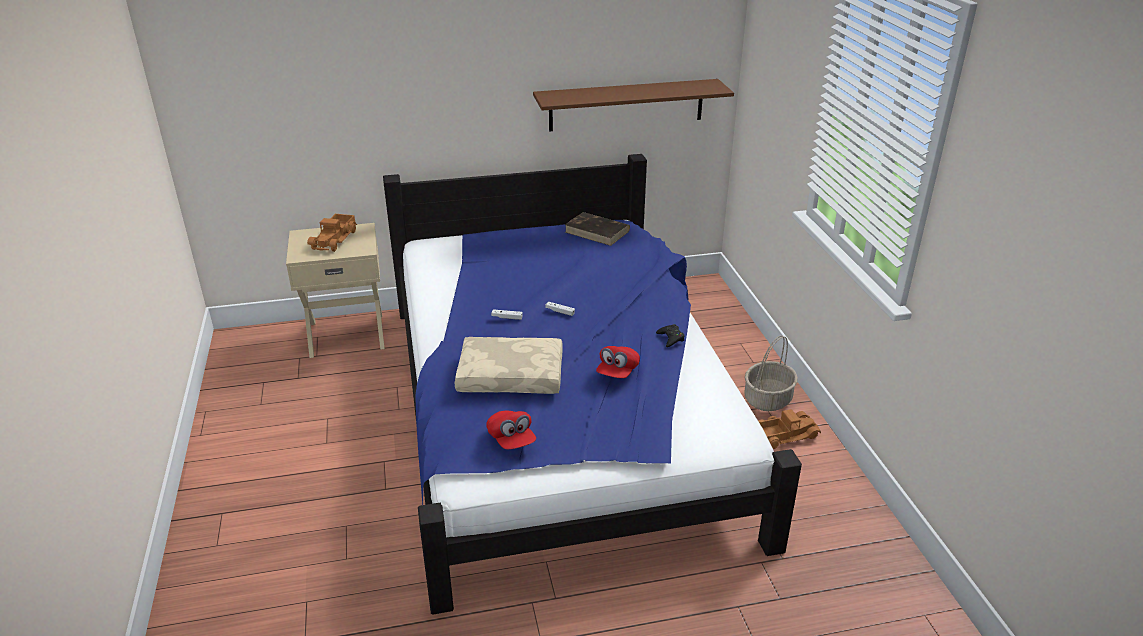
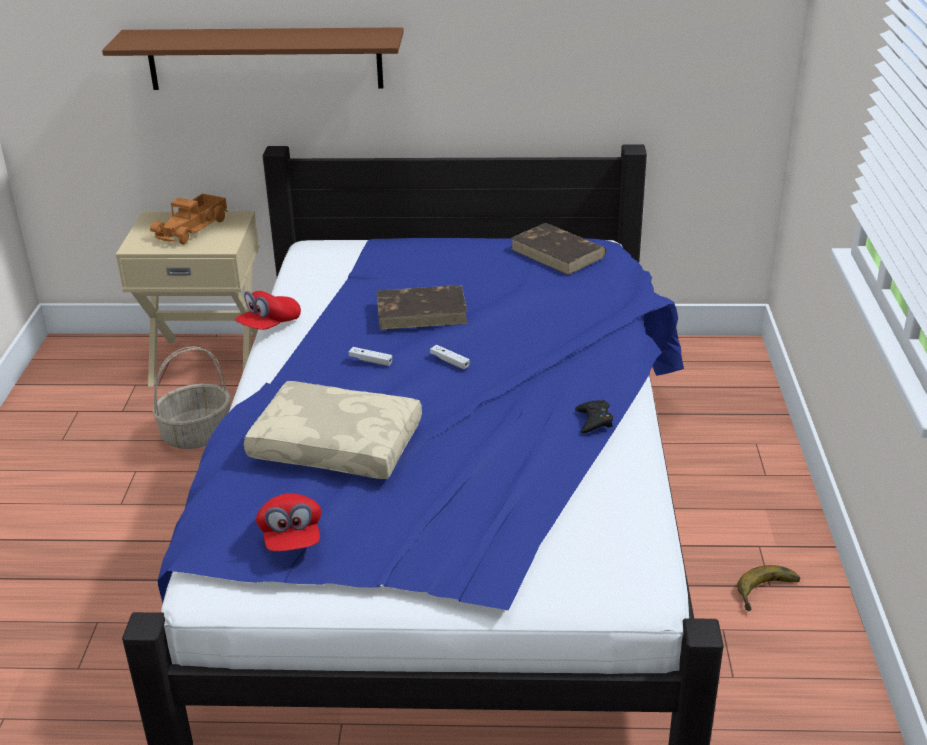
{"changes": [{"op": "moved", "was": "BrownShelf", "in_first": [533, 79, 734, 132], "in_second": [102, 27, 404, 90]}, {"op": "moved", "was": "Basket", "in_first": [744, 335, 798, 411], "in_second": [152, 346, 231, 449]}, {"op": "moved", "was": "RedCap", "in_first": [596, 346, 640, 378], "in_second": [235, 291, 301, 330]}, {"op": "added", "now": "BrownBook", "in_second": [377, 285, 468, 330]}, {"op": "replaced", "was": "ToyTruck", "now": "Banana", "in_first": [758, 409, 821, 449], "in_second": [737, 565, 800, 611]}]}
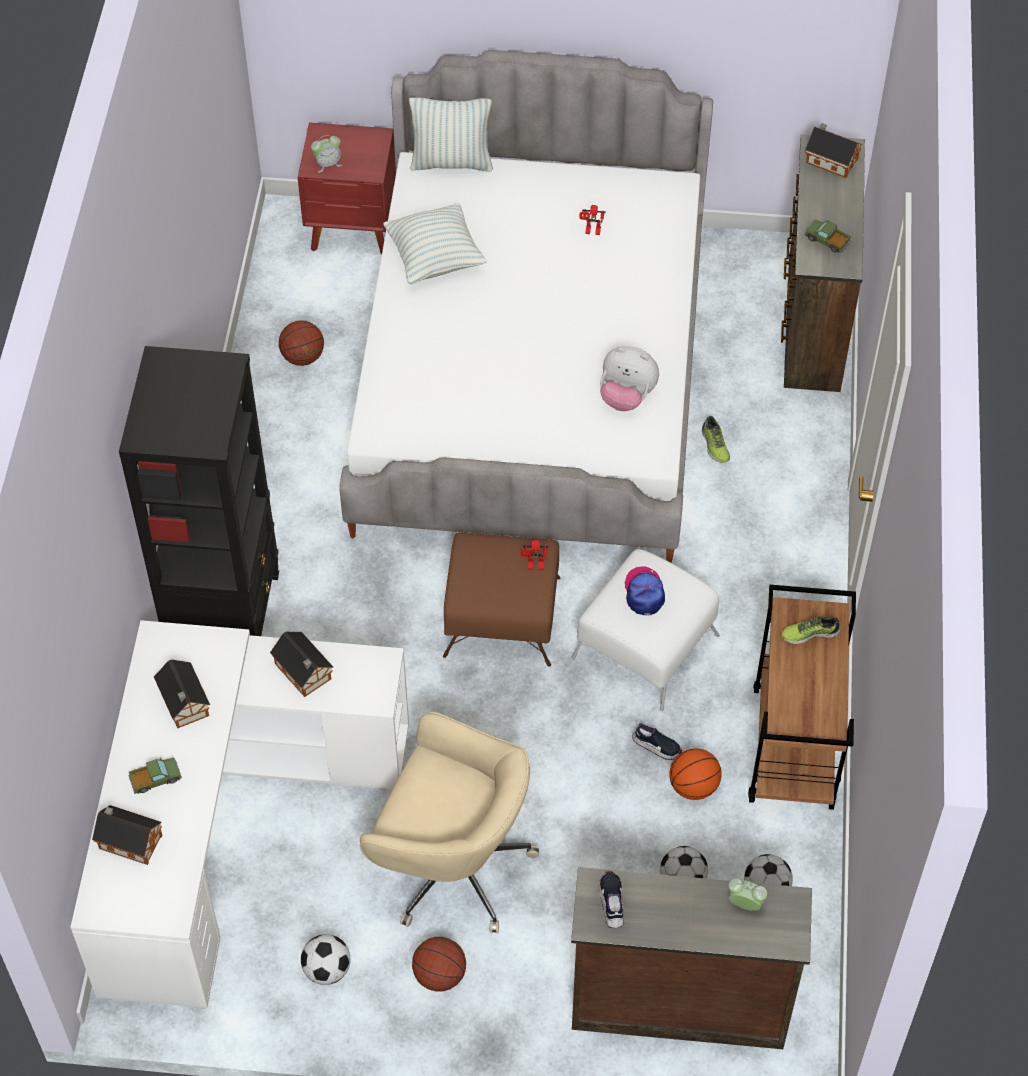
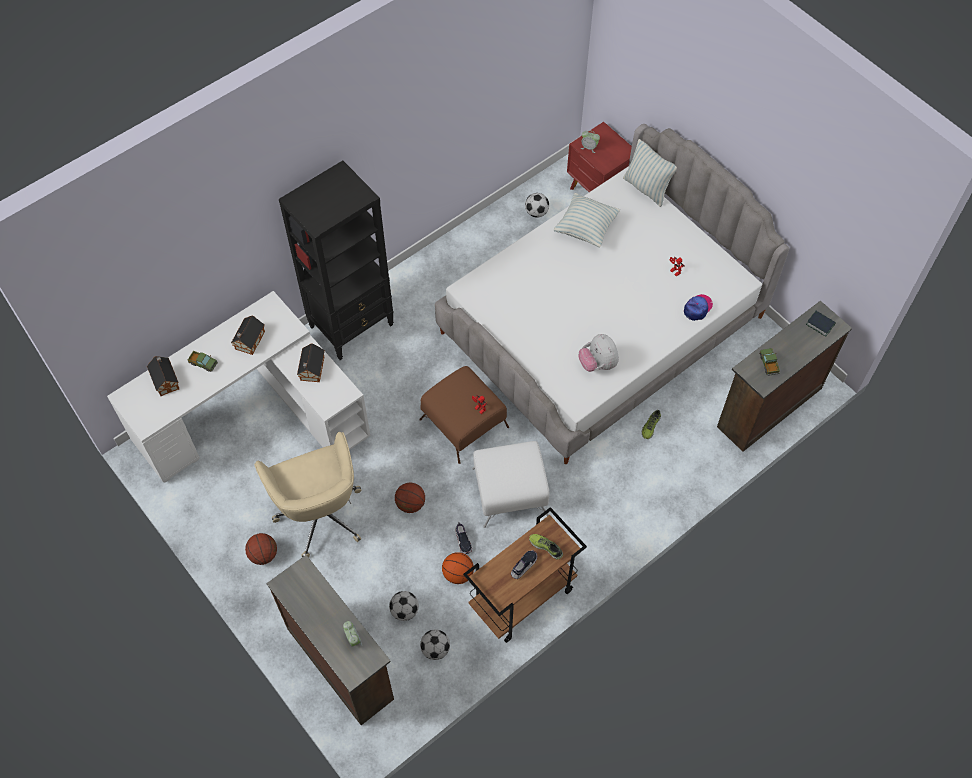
{"changes": [{"op": "moved", "was": "Basketball", "in_first": [279, 320, 324, 366], "in_second": [395, 483, 425, 513]}, {"op": "moved", "was": "Shoe", "in_first": [599, 871, 624, 928], "in_second": [511, 550, 537, 579]}, {"op": "moved", "was": "Football", "in_first": [301, 934, 351, 985], "in_second": [525, 193, 549, 218]}, {"op": "moved", "was": "Cap", "in_first": [625, 566, 665, 615], "in_second": [684, 294, 713, 321]}, {"op": "replaced", "was": "ToyHouse", "now": "Book", "in_first": [805, 123, 862, 178], "in_second": [806, 311, 836, 337]}]}
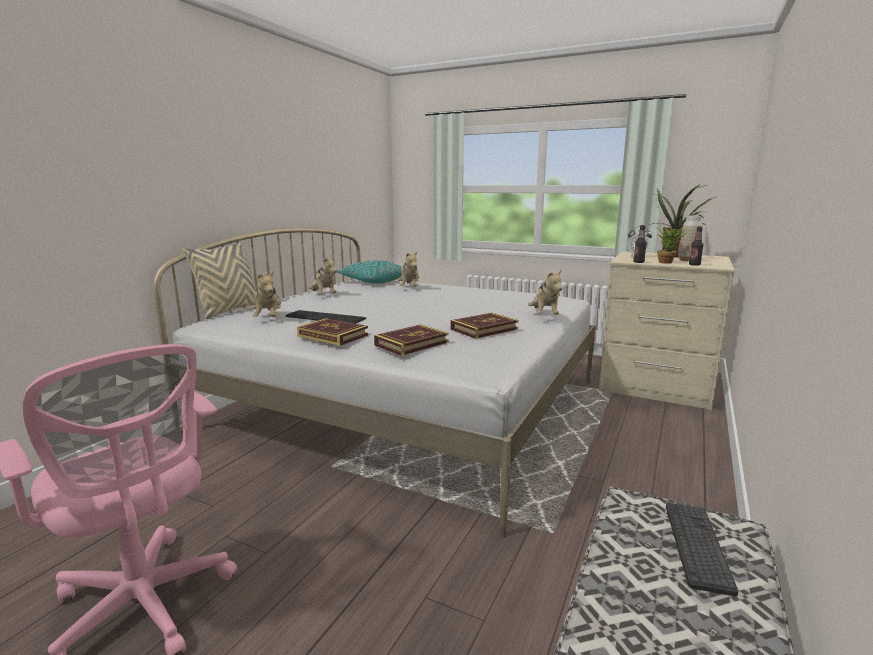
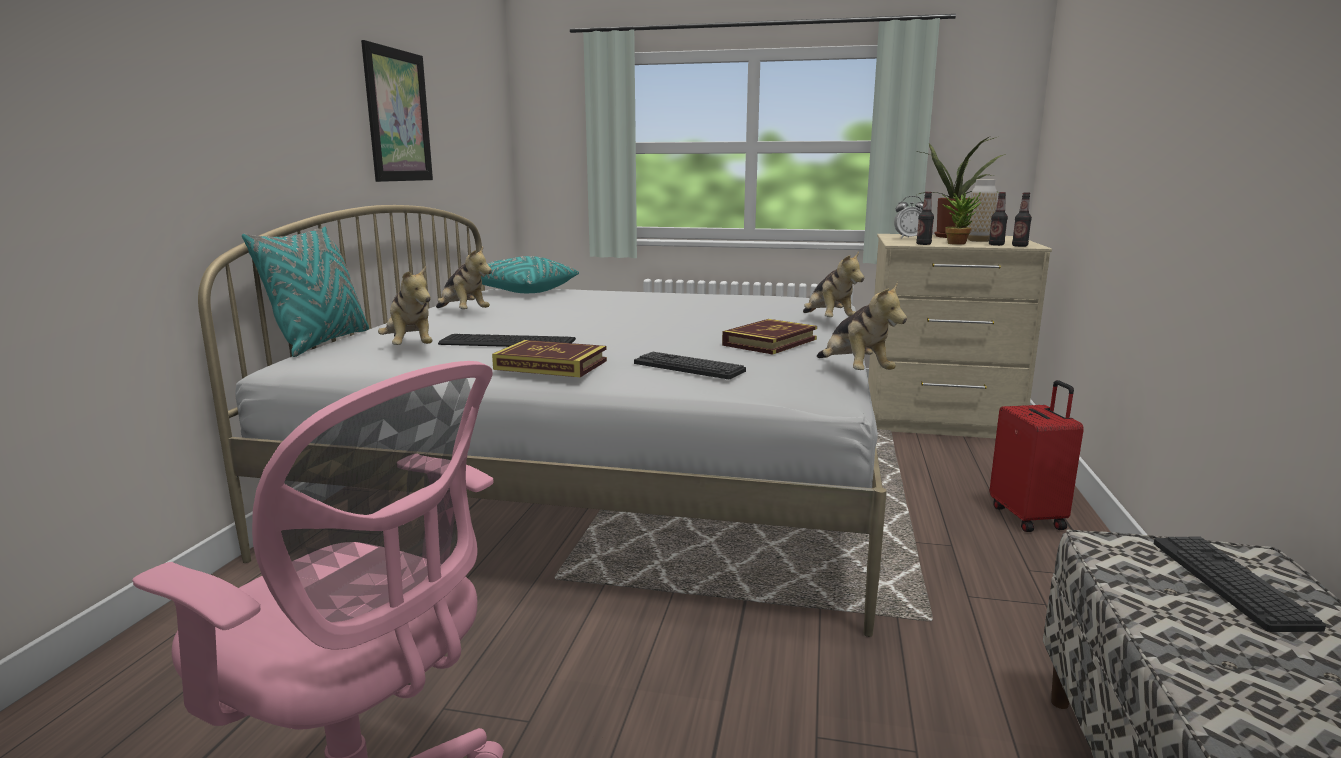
{"changes": [{"op": "recoloured", "was": "BeigePillow", "now": "TurquoisePillow", "in_first": [183, 243, 256, 319], "in_second": [242, 227, 369, 357]}, {"op": "added", "now": "Picture", "in_second": [361, 40, 433, 182]}, {"op": "replaced", "was": "Book", "now": "Keyboard", "in_first": [374, 325, 449, 356], "in_second": [634, 352, 746, 379]}, {"op": "moved", "was": "PlushToy", "in_first": [397, 252, 419, 286], "in_second": [817, 282, 907, 370]}, {"op": "added", "now": "RedSuitcase", "in_second": [990, 380, 1084, 532]}, {"op": "added", "now": "Bottle", "in_second": [1012, 192, 1032, 247]}]}
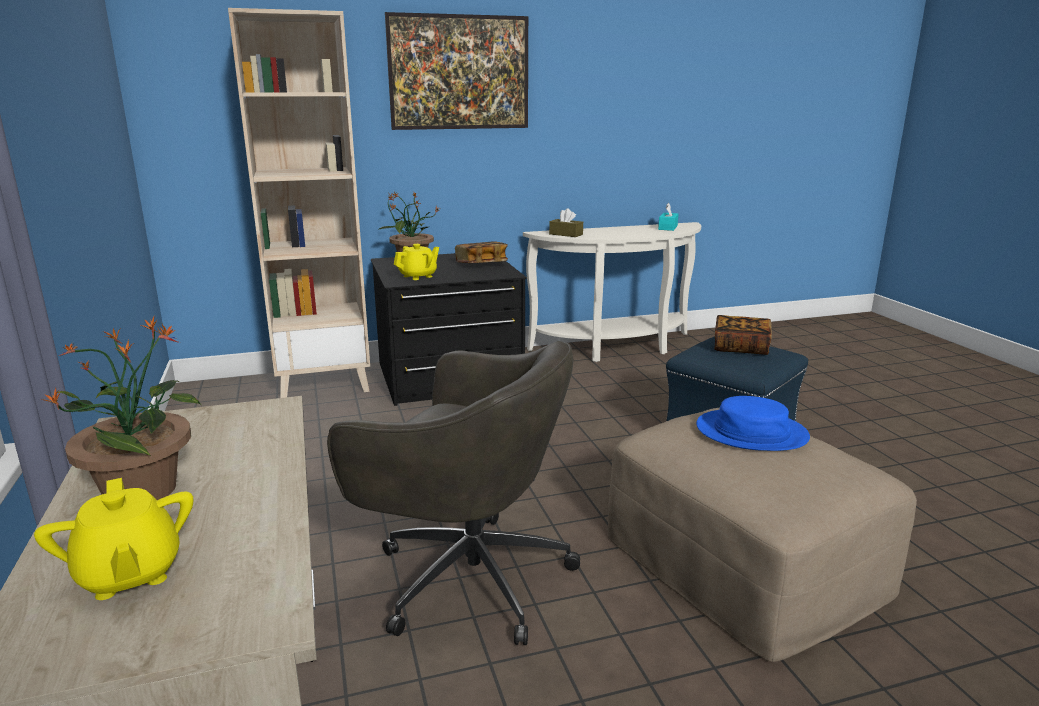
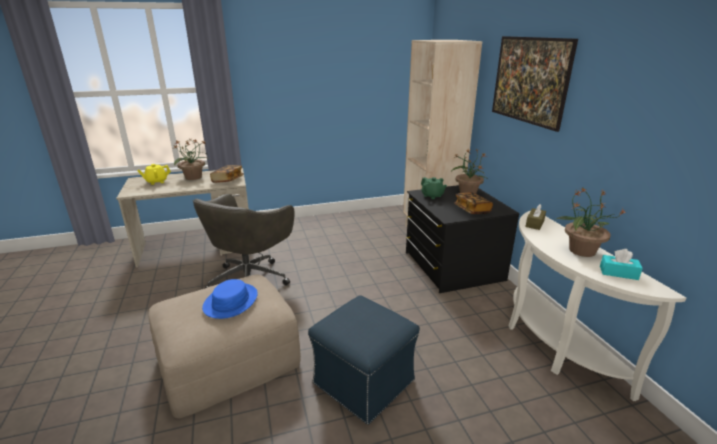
{"changes": [{"op": "moved", "was": "Book", "in_first": [714, 315, 772, 355], "in_second": [210, 165, 244, 183]}, {"op": "recoloured", "was": "YellowTeapot", "now": "GreenTeapot", "in_first": [394, 244, 439, 280], "in_second": [421, 177, 447, 199]}, {"op": "added", "now": "PottedPlant", "in_second": [556, 187, 626, 257]}]}
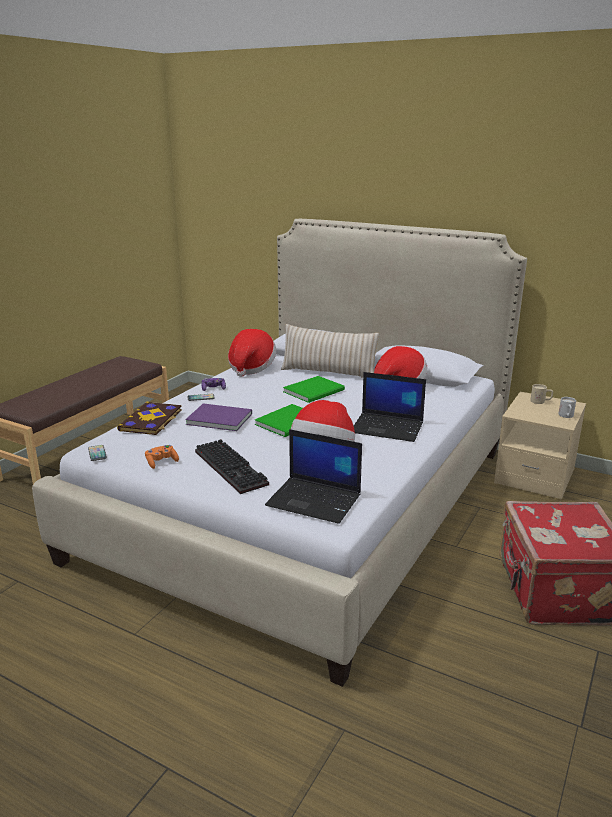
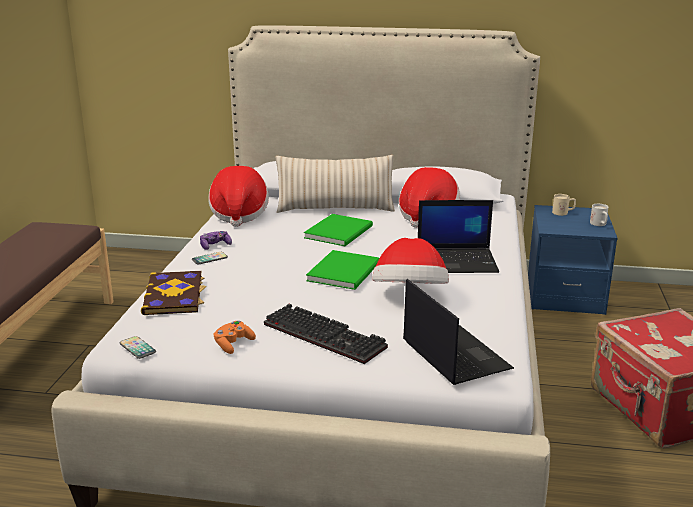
{"changes": [{"op": "turned", "was": "Laptop", "in_first": [265, 429, 362, 524], "in_second": [403, 279, 514, 385], "clockwise": -120}, {"op": "recoloured", "was": "BeigeNightstand", "now": "BlueNightstand", "in_first": [494, 392, 586, 500], "in_second": [528, 205, 617, 315]}, {"op": "removed", "was": "PurpleBook", "in_first": [185, 403, 252, 431]}]}
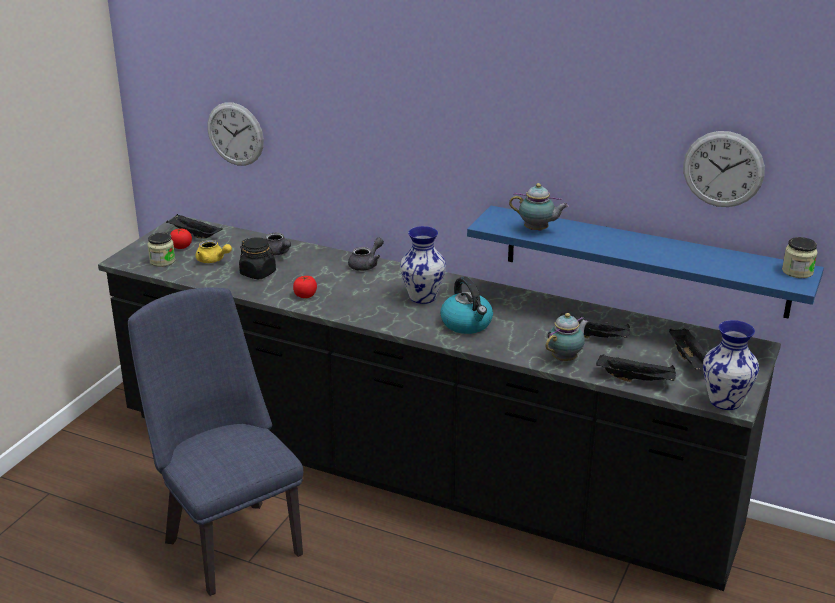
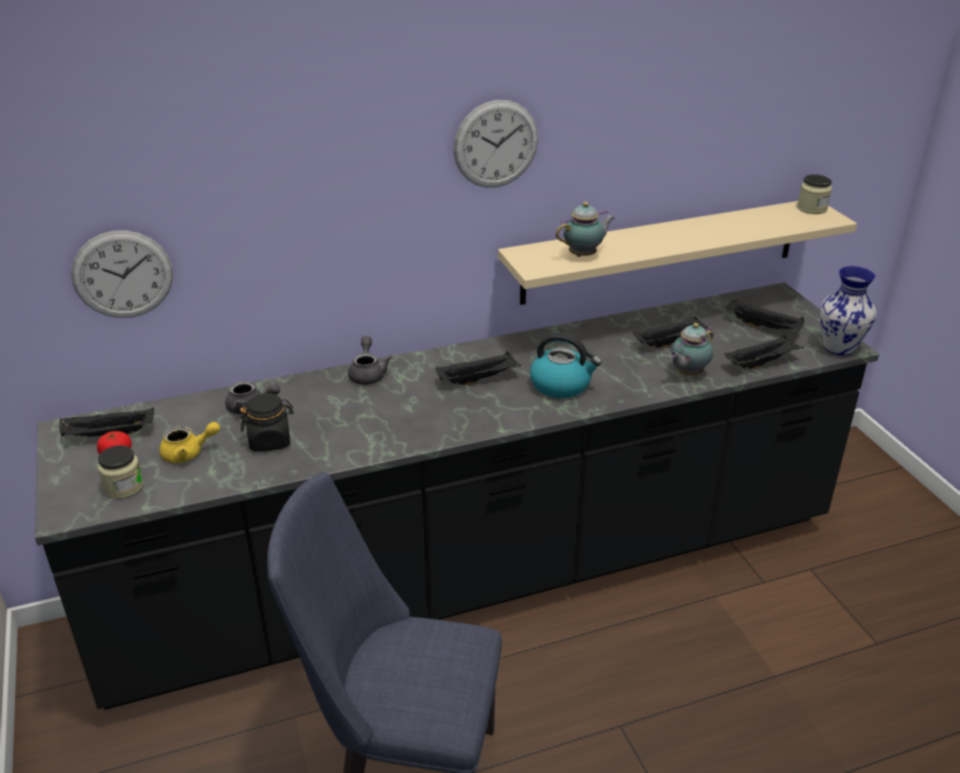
{"changes": [{"op": "replaced", "was": "Vase", "now": "BlackTray", "in_first": [400, 226, 446, 304], "in_second": [436, 351, 521, 385]}, {"op": "moved", "was": "WallClock", "in_first": [683, 131, 765, 207], "in_second": [453, 100, 538, 188]}, {"op": "recoloured", "was": "BlueShelf", "now": "BeigeShelf", "in_first": [467, 206, 824, 319], "in_second": [498, 201, 857, 305]}, {"op": "turned", "was": "Teapot", "in_first": [545, 313, 588, 361], "in_second": [670, 323, 713, 375], "clockwise": -135}, {"op": "removed", "was": "Tomato", "in_first": [293, 276, 317, 298]}]}
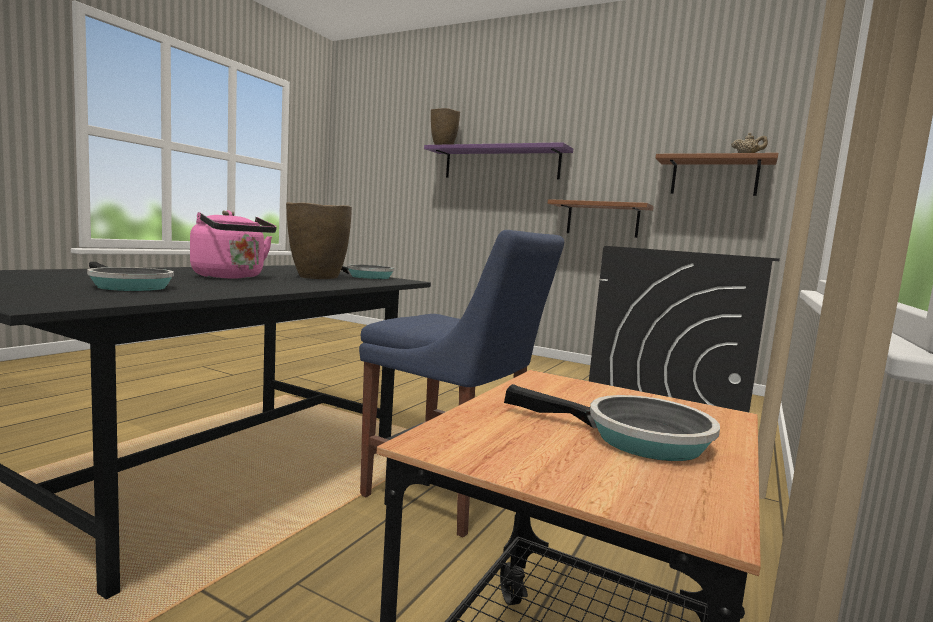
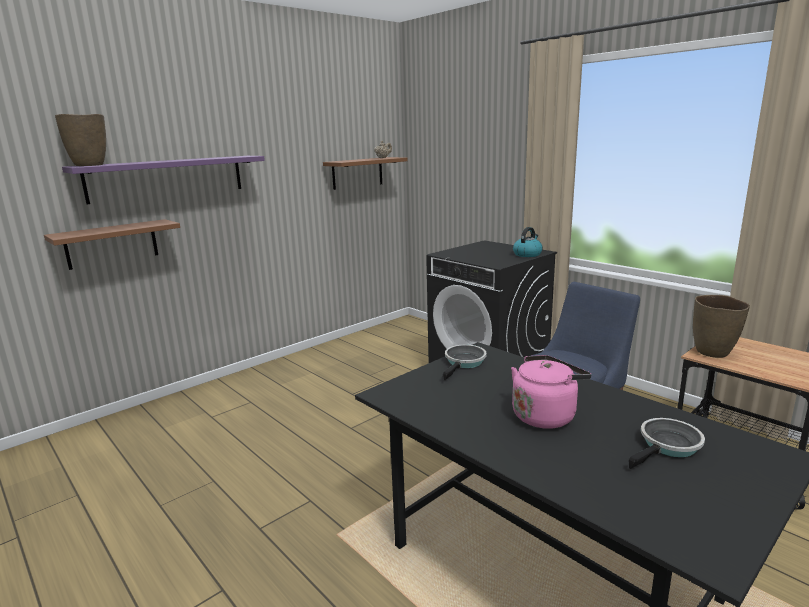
{"changes": [{"op": "moved", "was": "BrownShelf", "in_first": [548, 199, 654, 238], "in_second": [44, 219, 180, 270]}, {"op": "added", "now": "Kettle", "in_second": [513, 227, 543, 257]}, {"op": "moved", "was": "BrownVase", "in_first": [286, 202, 352, 279], "in_second": [693, 295, 750, 358]}, {"op": "removed", "was": "FryingPan", "in_first": [504, 384, 720, 461]}]}
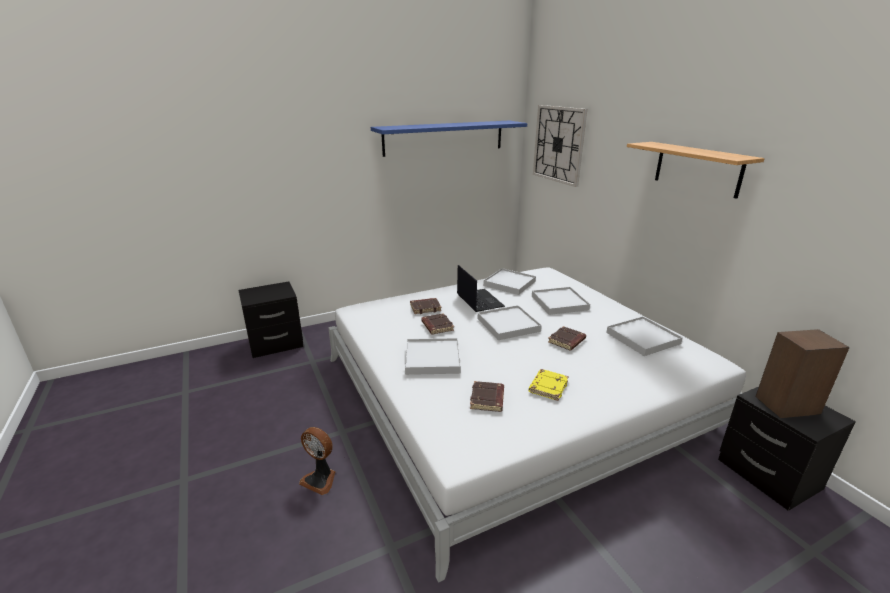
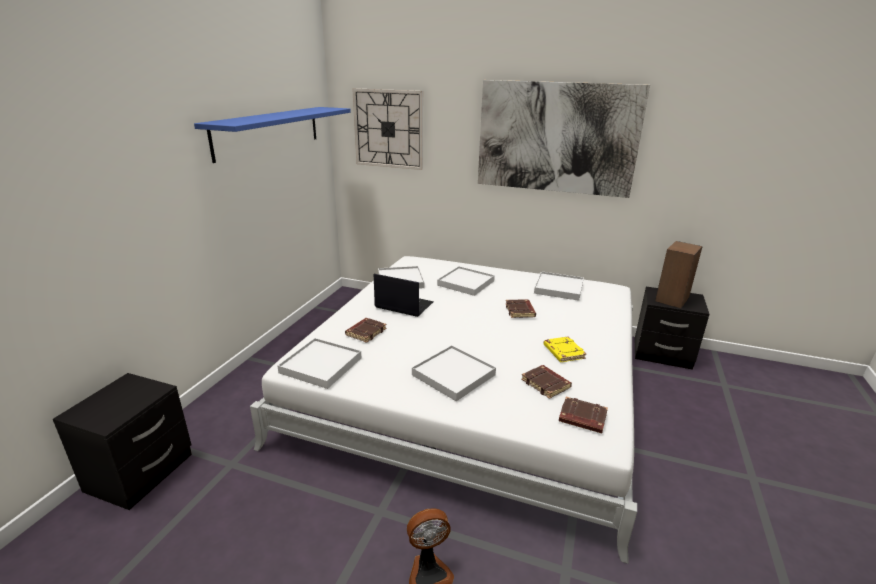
{"changes": [{"op": "moved", "was": "WhiteTray", "in_first": [478, 305, 542, 340], "in_second": [277, 338, 361, 389]}, {"op": "replaced", "was": "Shelf", "now": "Picture", "in_first": [627, 142, 765, 199], "in_second": [478, 80, 650, 198]}, {"op": "moved", "was": "BrownBook", "in_first": [421, 313, 454, 334], "in_second": [559, 397, 608, 434]}]}
